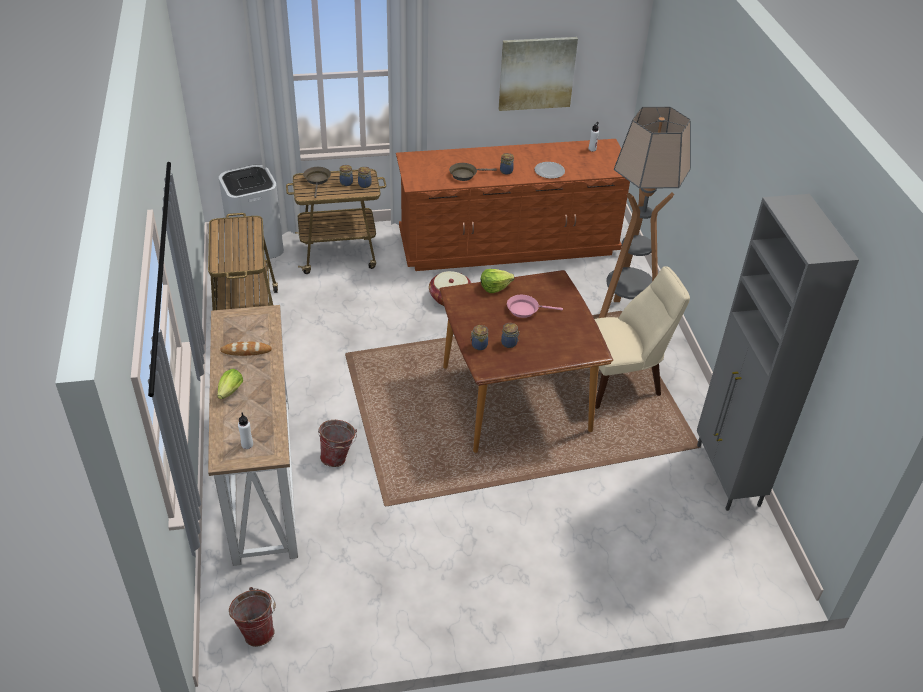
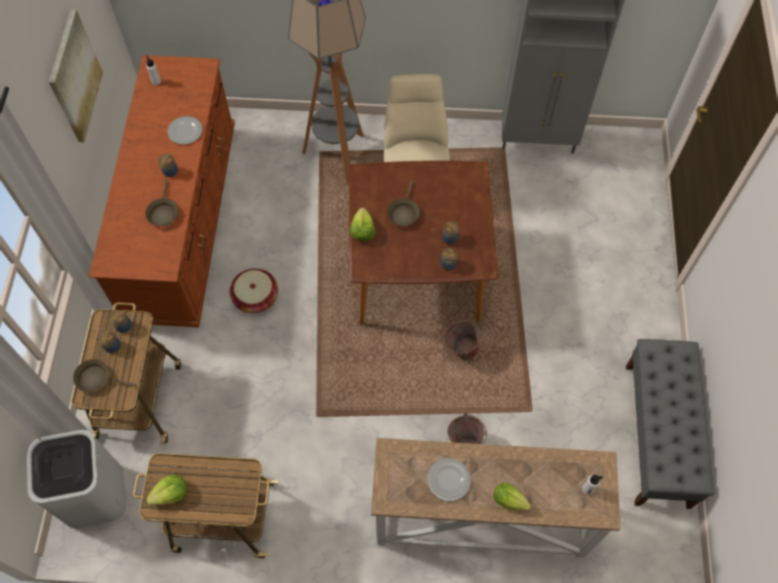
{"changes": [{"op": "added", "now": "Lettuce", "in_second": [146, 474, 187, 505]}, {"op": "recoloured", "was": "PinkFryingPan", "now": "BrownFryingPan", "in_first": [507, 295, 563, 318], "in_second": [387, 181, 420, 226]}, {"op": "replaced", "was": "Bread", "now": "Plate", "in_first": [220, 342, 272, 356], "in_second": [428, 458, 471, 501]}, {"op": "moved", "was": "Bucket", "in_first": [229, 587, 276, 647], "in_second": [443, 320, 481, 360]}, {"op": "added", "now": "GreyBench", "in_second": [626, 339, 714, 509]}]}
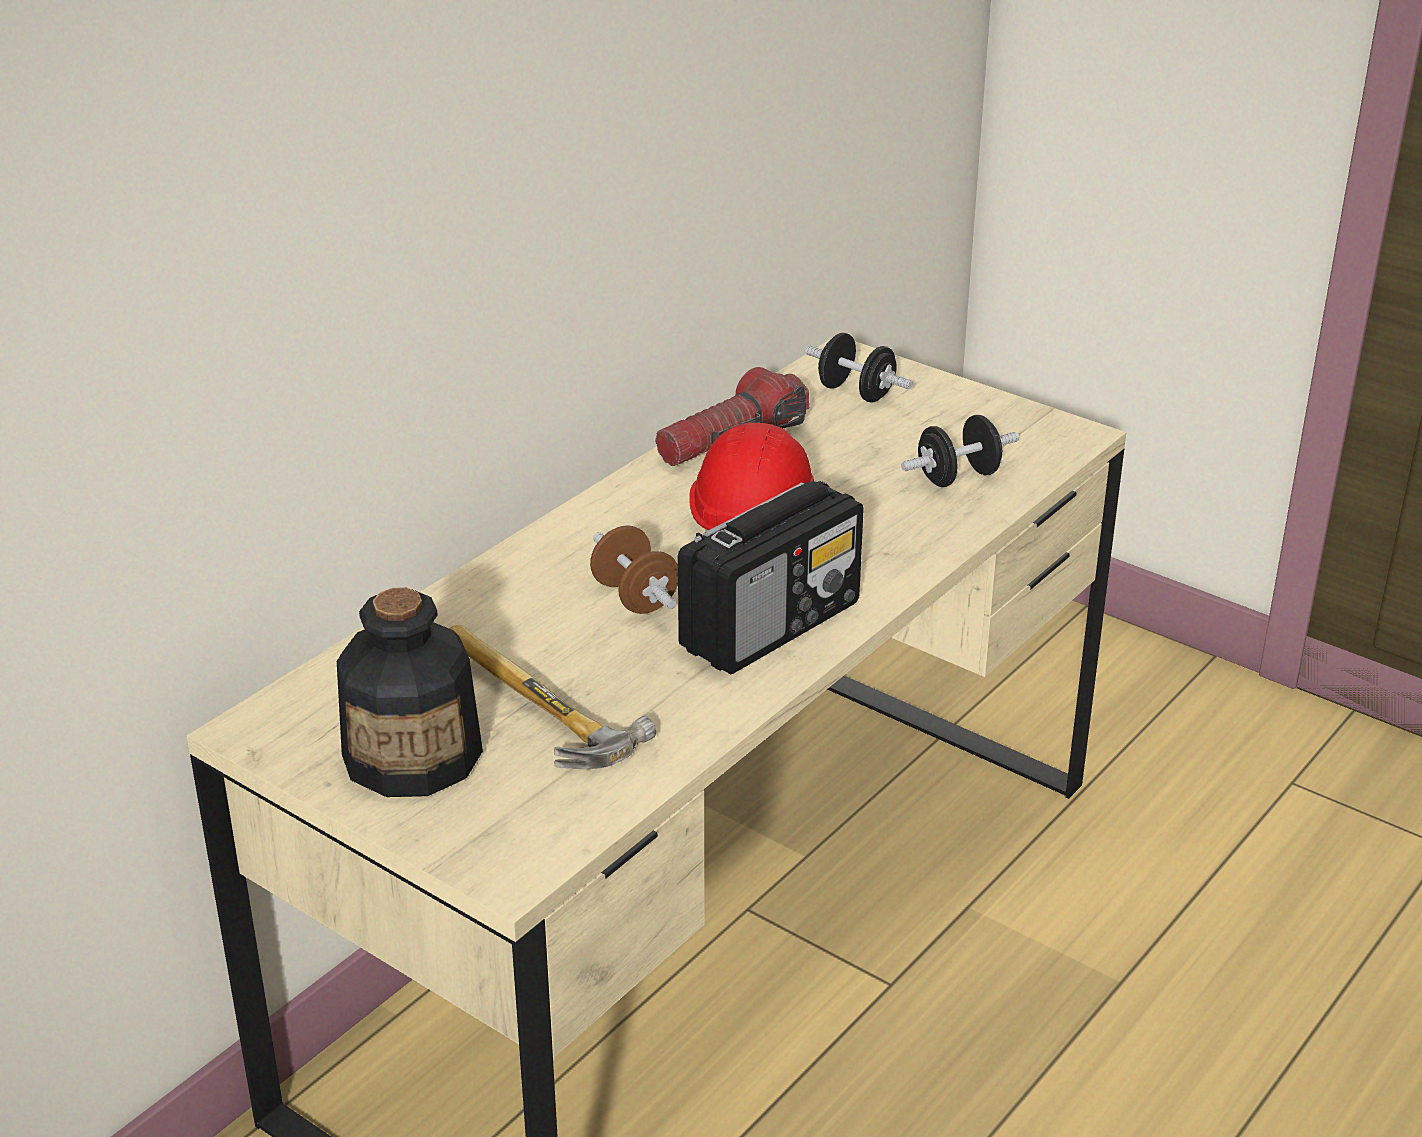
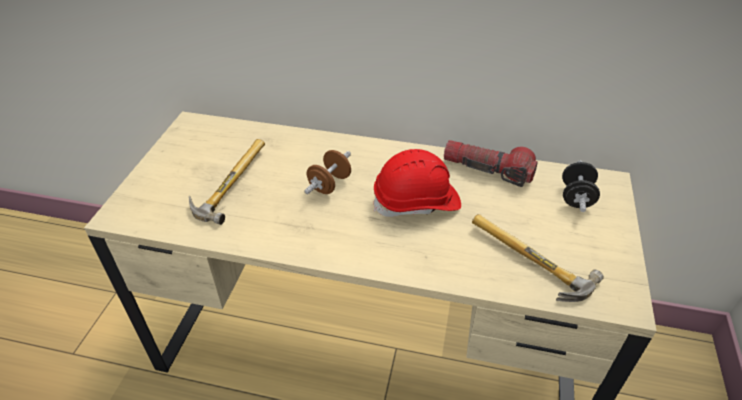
{"changes": [{"op": "replaced", "was": "BlackDumbbell", "now": "Hammer", "in_first": [901, 415, 1019, 487], "in_second": [472, 214, 604, 302]}, {"op": "removed", "was": "Bottle", "in_first": [337, 588, 483, 797]}, {"op": "removed", "was": "Radio", "in_first": [678, 481, 864, 674]}]}
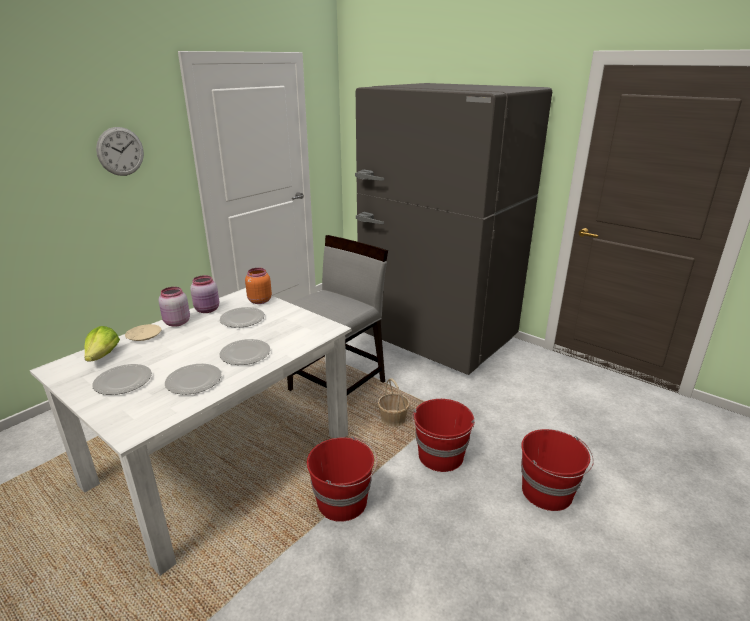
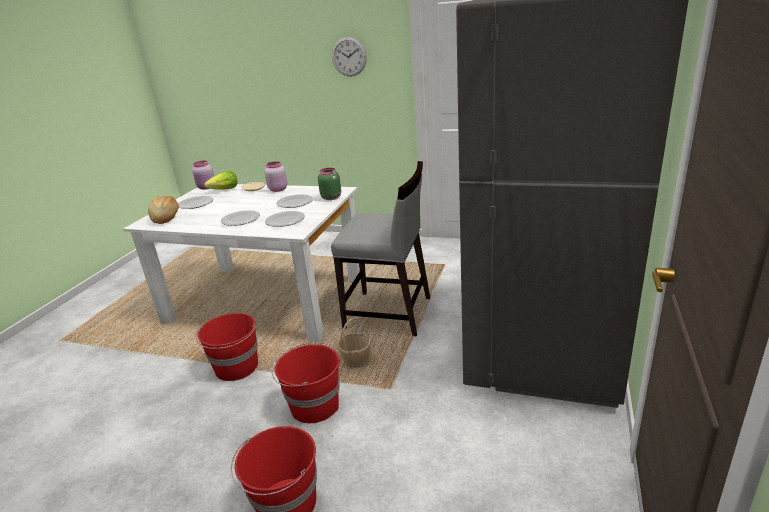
{"changes": [{"op": "added", "now": "Bread", "in_second": [148, 196, 179, 224]}, {"op": "moved", "was": "PinkJar", "in_first": [190, 275, 219, 313], "in_second": [192, 161, 214, 190]}, {"op": "moved", "was": "Plate", "in_first": [165, 364, 222, 395], "in_second": [265, 211, 305, 227]}, {"op": "recoloured", "was": "OrangeJar", "now": "GreenJar", "in_first": [245, 268, 272, 304], "in_second": [318, 168, 341, 200]}]}
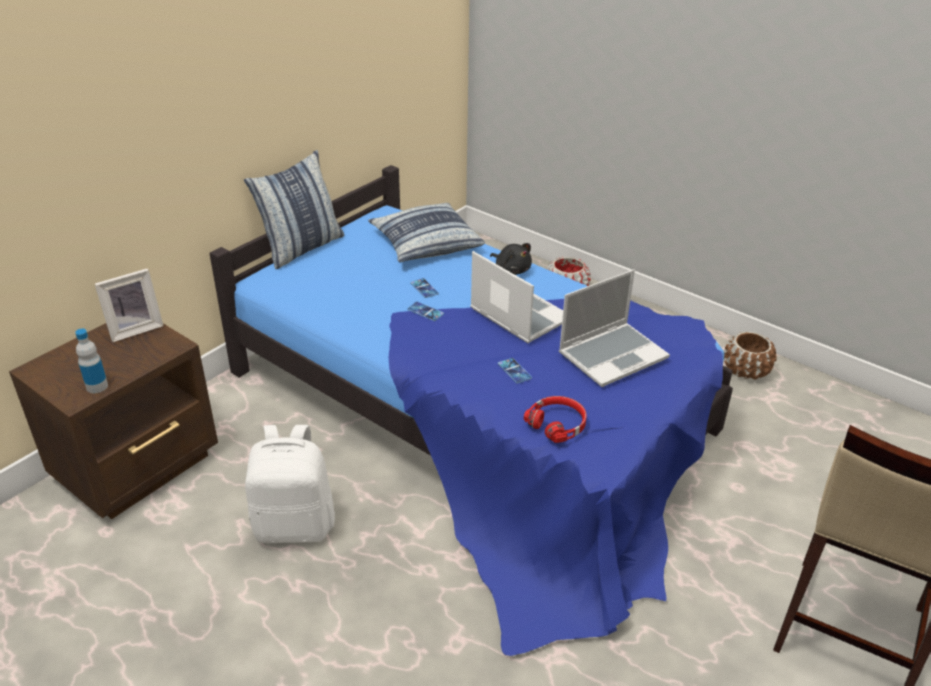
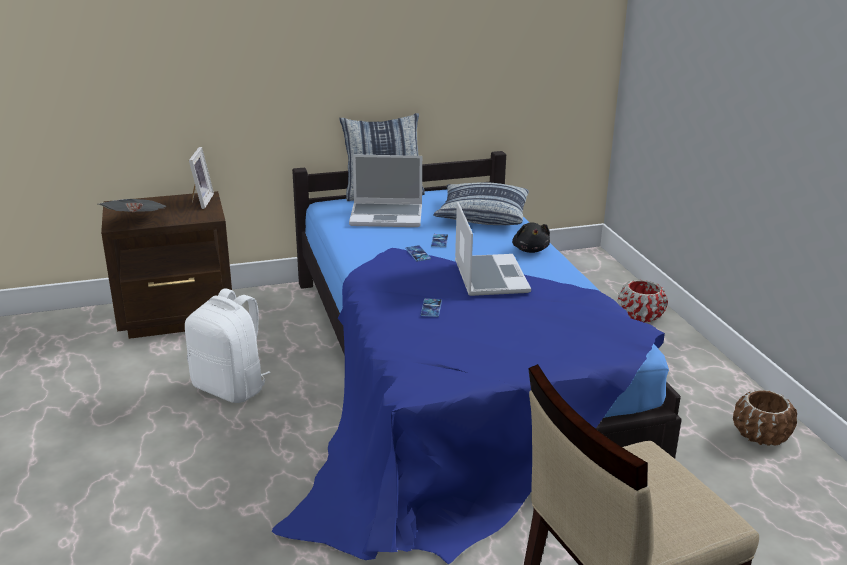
{"changes": [{"op": "replaced", "was": "Bottle", "now": "Newspaper", "in_first": [75, 329, 108, 393], "in_second": [98, 199, 167, 212]}, {"op": "turned", "was": "PictureFrame", "in_first": [95, 268, 163, 342], "in_second": [189, 147, 214, 209], "clockwise": -90}, {"op": "moved", "was": "Laptop", "in_first": [559, 270, 670, 387], "in_second": [349, 154, 422, 227]}, {"op": "removed", "was": "RedHeadphones", "in_first": [524, 396, 587, 443]}]}
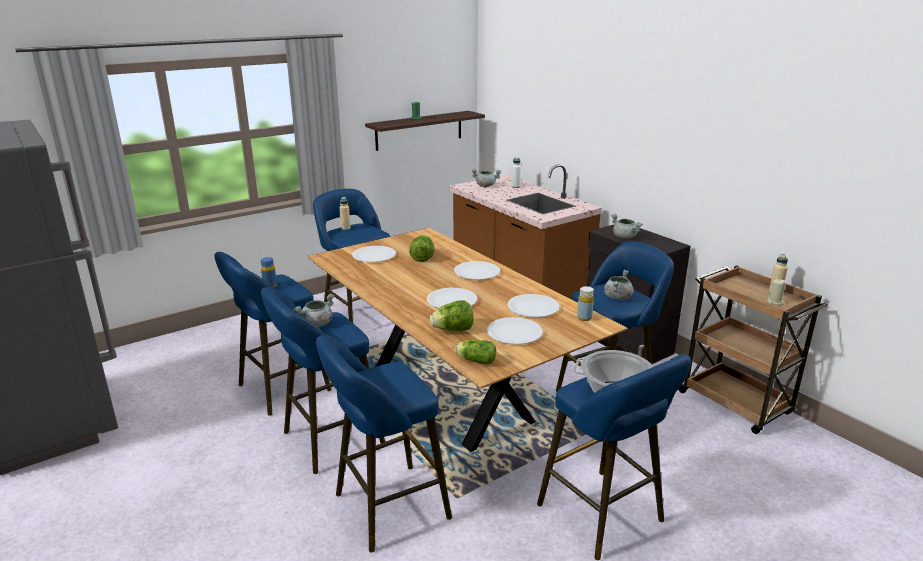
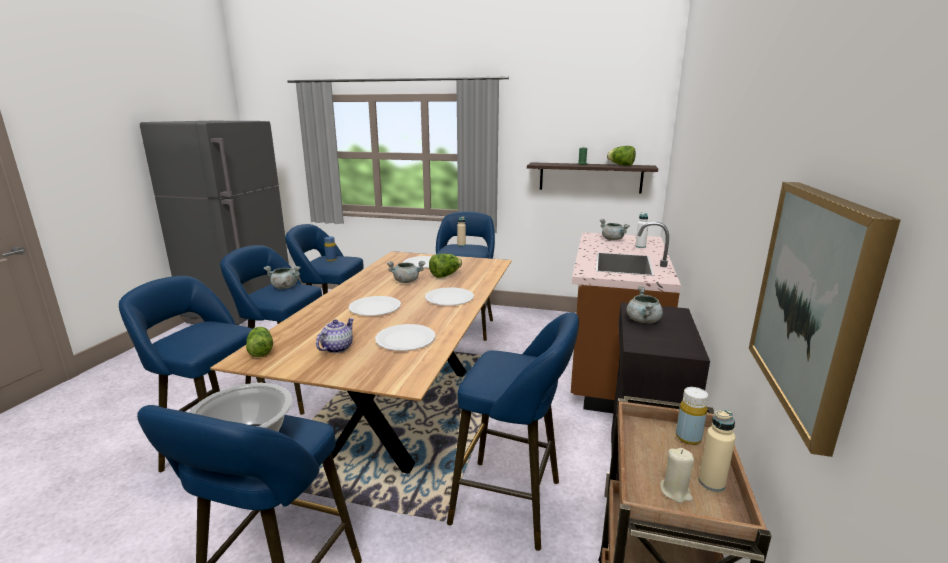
{"changes": [{"op": "replaced", "was": "WhitePlate", "now": "Teapot", "in_first": [487, 317, 543, 345], "in_second": [316, 318, 354, 353]}, {"op": "moved", "was": "GreyCookingPot", "in_first": [604, 270, 633, 300], "in_second": [387, 261, 425, 283]}, {"op": "moved", "was": "Lettuce", "in_first": [430, 300, 474, 331], "in_second": [607, 146, 636, 166]}, {"op": "moved", "was": "YellowBottle", "in_first": [577, 286, 594, 321], "in_second": [676, 387, 708, 445]}, {"op": "added", "now": "Picture", "in_second": [749, 182, 901, 457]}]}
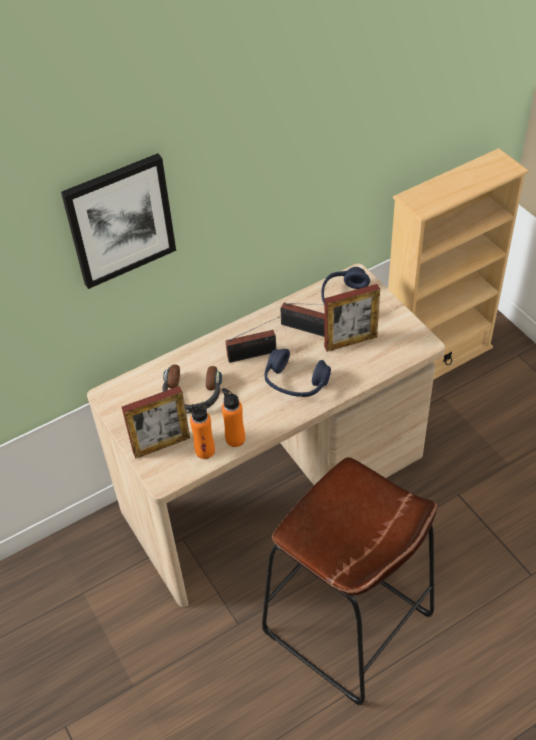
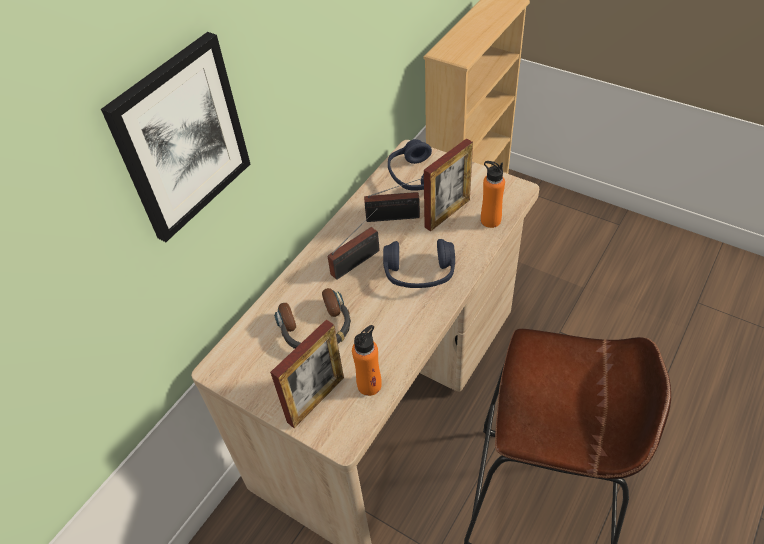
{"changes": [{"op": "moved", "was": "OrangeBottle", "in_first": [221, 388, 245, 447], "in_second": [481, 161, 505, 228]}]}
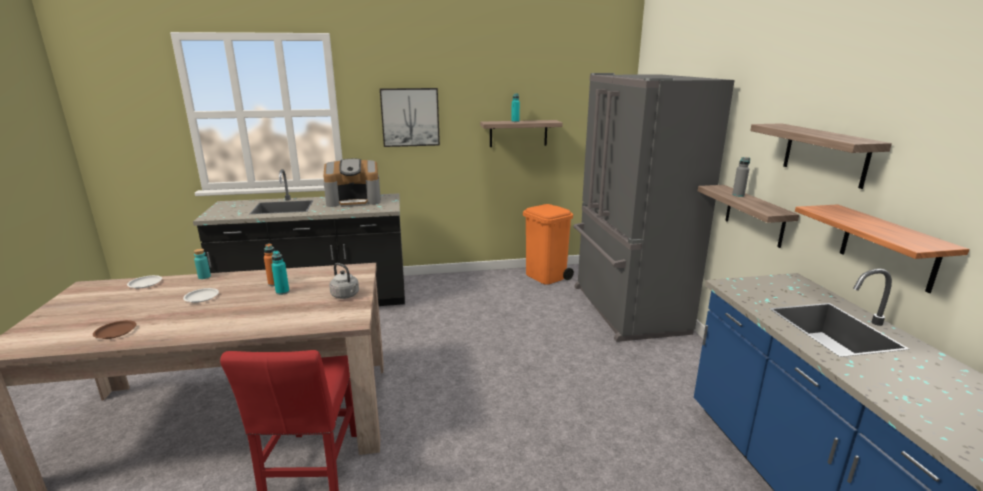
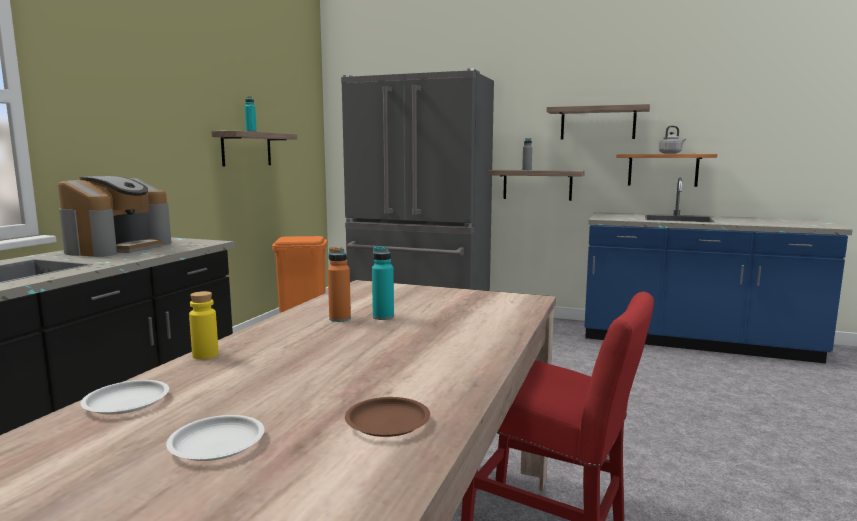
{"changes": [{"op": "moved", "was": "WhitePlate", "in_first": [183, 288, 219, 303], "in_second": [166, 415, 264, 461]}, {"op": "recoloured", "was": "TurquoiseBottle", "now": "YellowBottle", "in_first": [194, 249, 211, 279], "in_second": [189, 291, 219, 359]}, {"op": "moved", "was": "GreyKettle", "in_first": [329, 263, 359, 299], "in_second": [659, 126, 686, 154]}, {"op": "removed", "was": "Picture", "in_first": [380, 88, 440, 147]}]}
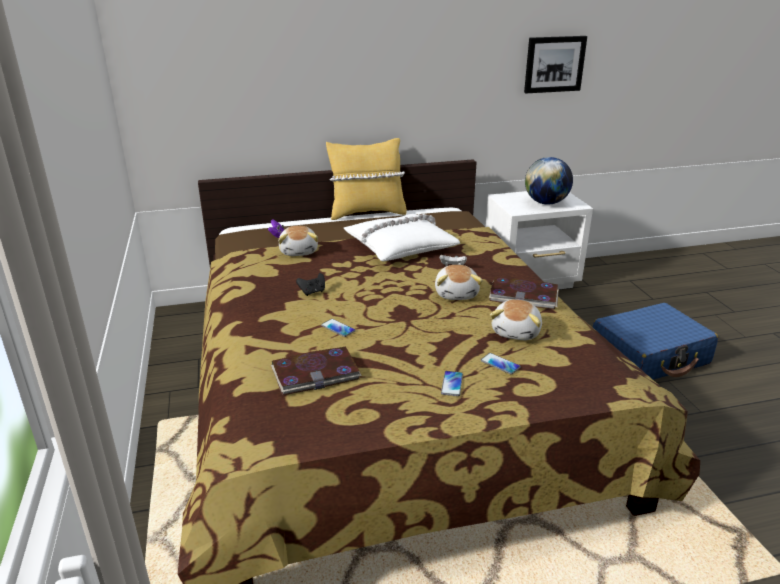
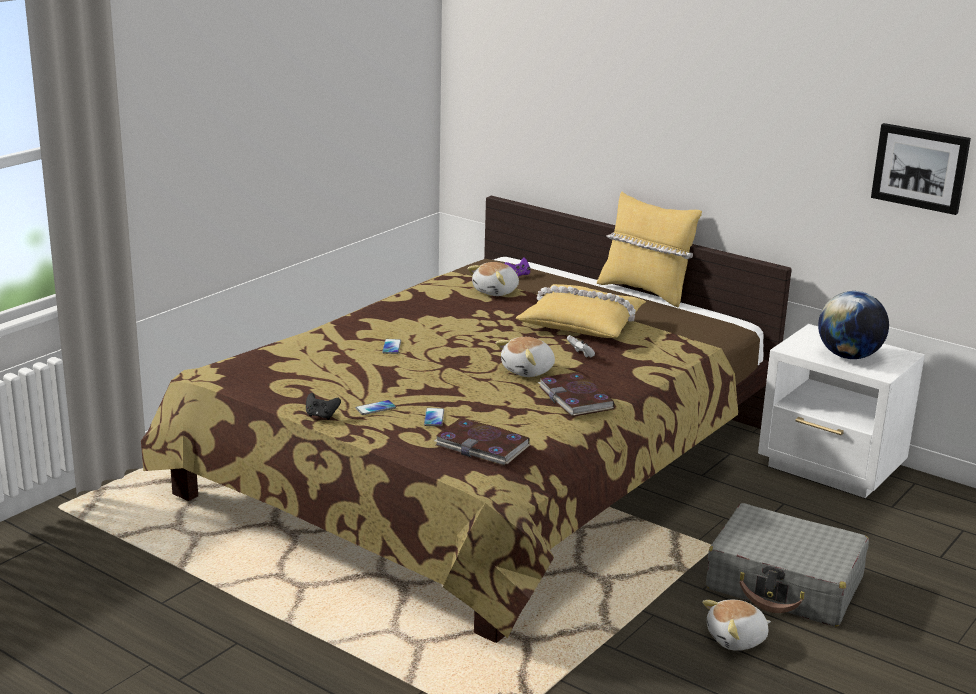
{"changes": [{"op": "moved", "was": "BlackGameController", "in_first": [296, 273, 325, 296], "in_second": [306, 393, 341, 420]}, {"op": "moved", "was": "Book", "in_first": [271, 347, 362, 395], "in_second": [434, 418, 530, 466]}, {"op": "recoloured", "was": "WhitePillow", "now": "YellowPillow", "in_first": [344, 214, 460, 261], "in_second": [515, 284, 646, 338]}, {"op": "moved", "was": "PlushToy", "in_first": [490, 299, 542, 340], "in_second": [702, 600, 771, 651]}, {"op": "recoloured", "was": "BlueSuitcase", "now": "GreySuitcase", "in_first": [593, 303, 718, 380], "in_second": [706, 503, 869, 627]}]}
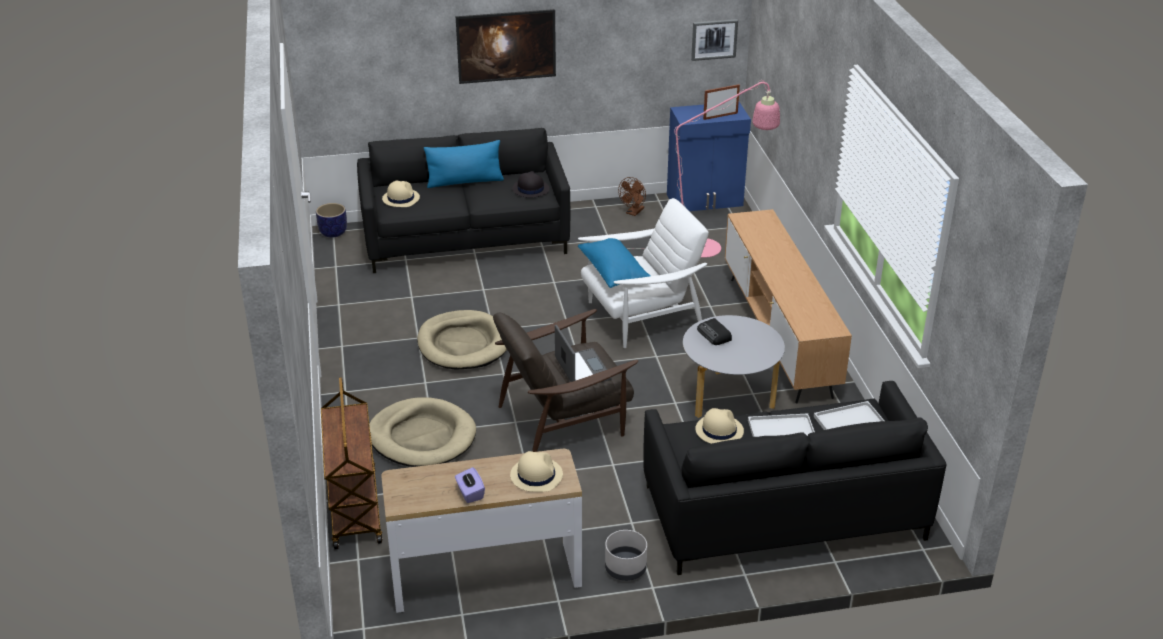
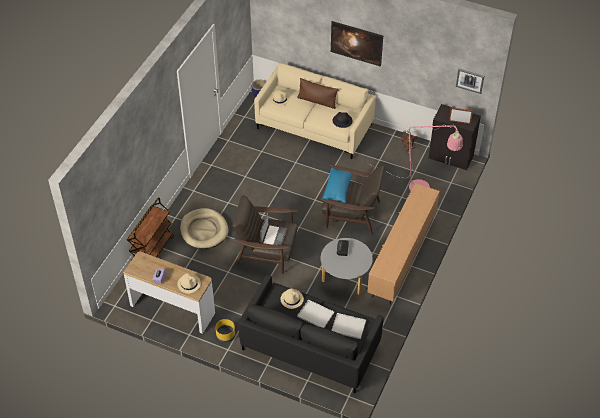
{"changes": [{"op": "recoloured", "was": "GreyPlanter", "now": "YellowPlanter", "in_first": [605, 530, 647, 581], "in_second": [215, 319, 235, 343]}, {"op": "recoloured", "was": "BlackSofa", "now": "BeigeSofa", "in_first": [357, 128, 570, 273], "in_second": [254, 63, 376, 159]}, {"op": "recoloured", "was": "BluePillow", "now": "BrownPillow", "in_first": [424, 140, 504, 188], "in_second": [297, 78, 339, 109]}, {"op": "recoloured", "was": "WhiteArmchair", "now": "BrownArmchair", "in_first": [578, 198, 709, 348], "in_second": [321, 165, 384, 234]}, {"op": "recoloured", "was": "BlueCabinet", "now": "BlackCabinet", "in_first": [667, 102, 751, 211], "in_second": [429, 104, 481, 170]}, {"op": "removed", "was": "BeigeDogBed", "in_first": [417, 310, 507, 370]}]}
